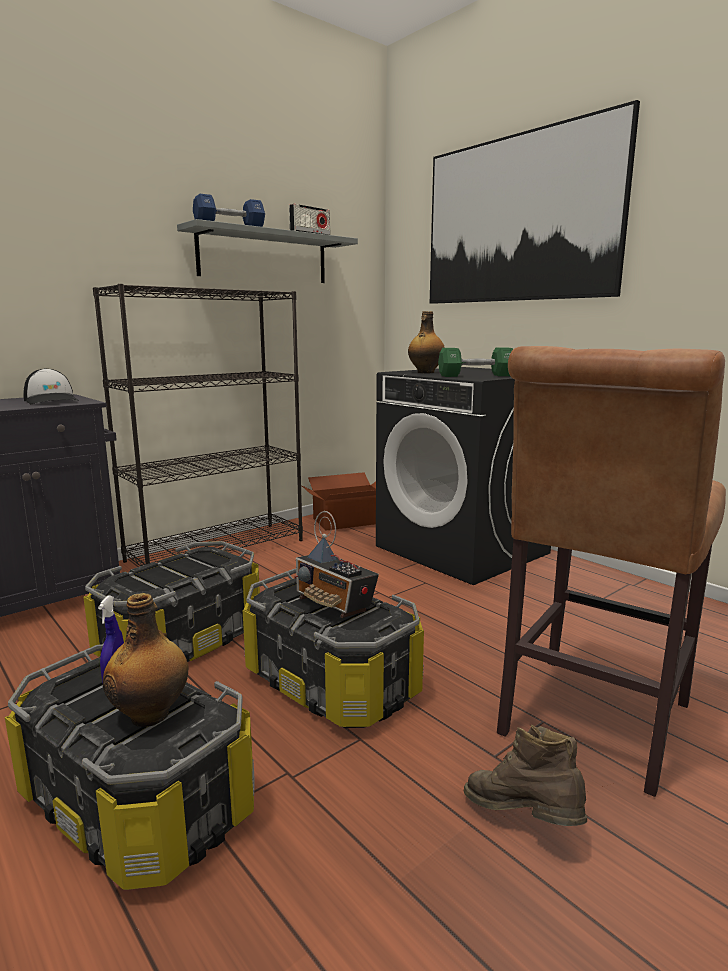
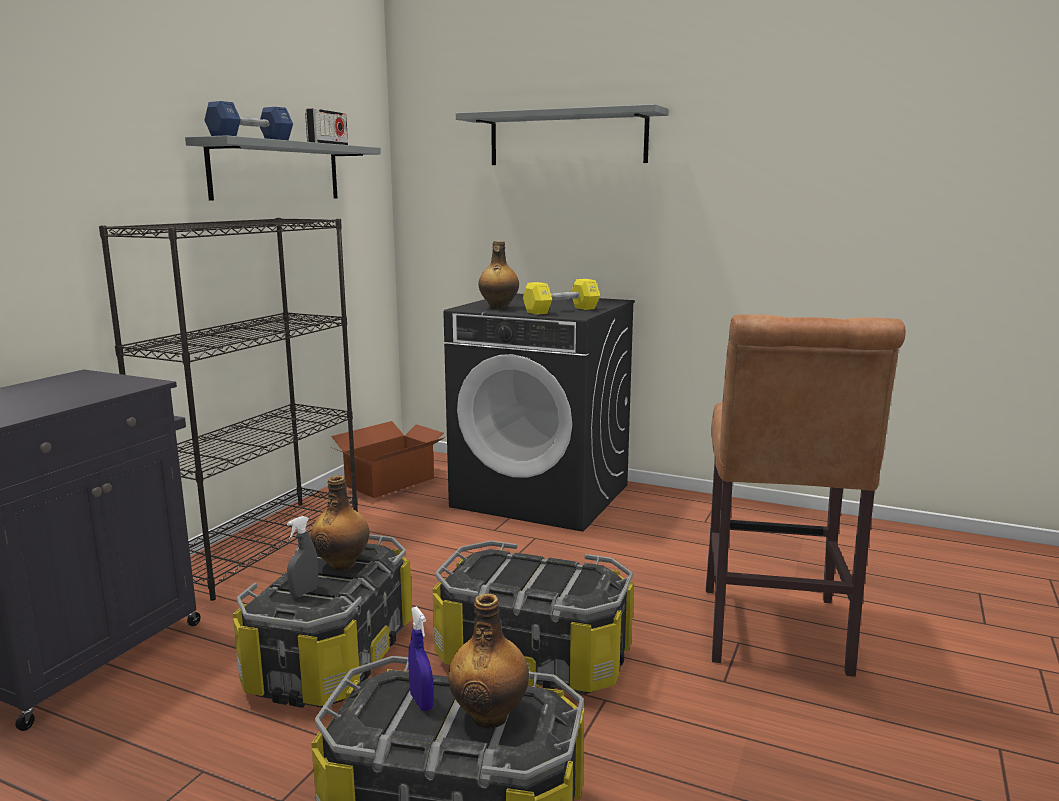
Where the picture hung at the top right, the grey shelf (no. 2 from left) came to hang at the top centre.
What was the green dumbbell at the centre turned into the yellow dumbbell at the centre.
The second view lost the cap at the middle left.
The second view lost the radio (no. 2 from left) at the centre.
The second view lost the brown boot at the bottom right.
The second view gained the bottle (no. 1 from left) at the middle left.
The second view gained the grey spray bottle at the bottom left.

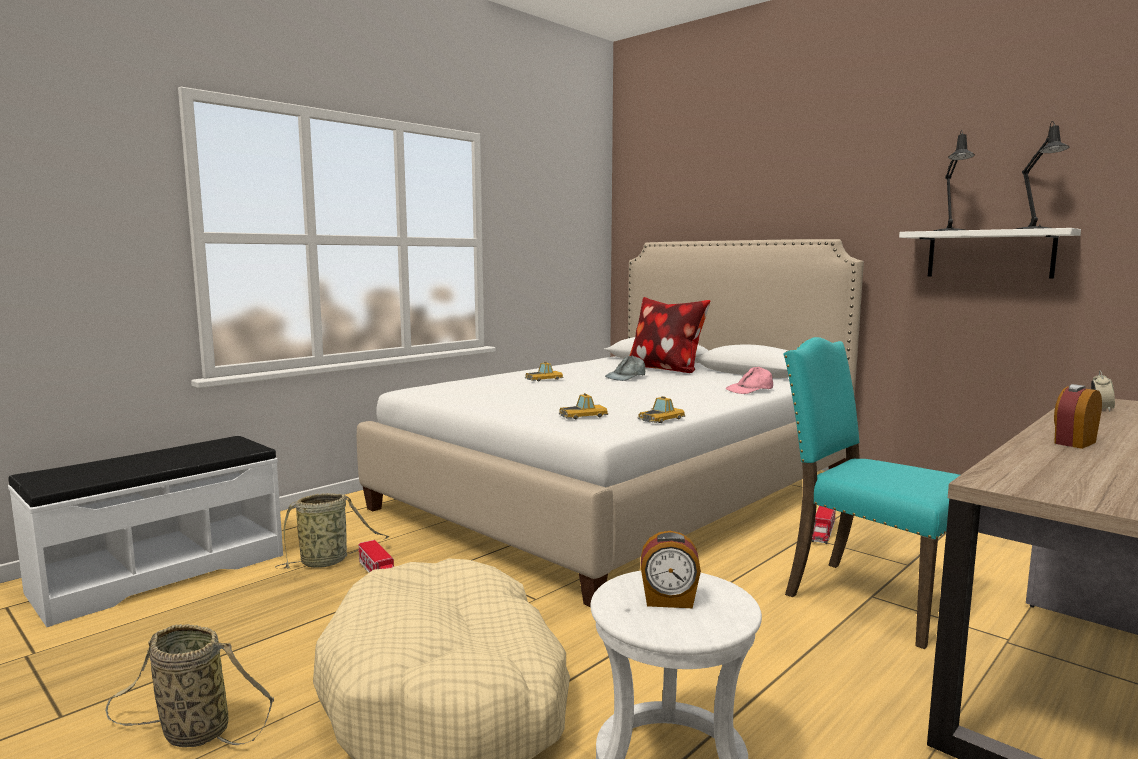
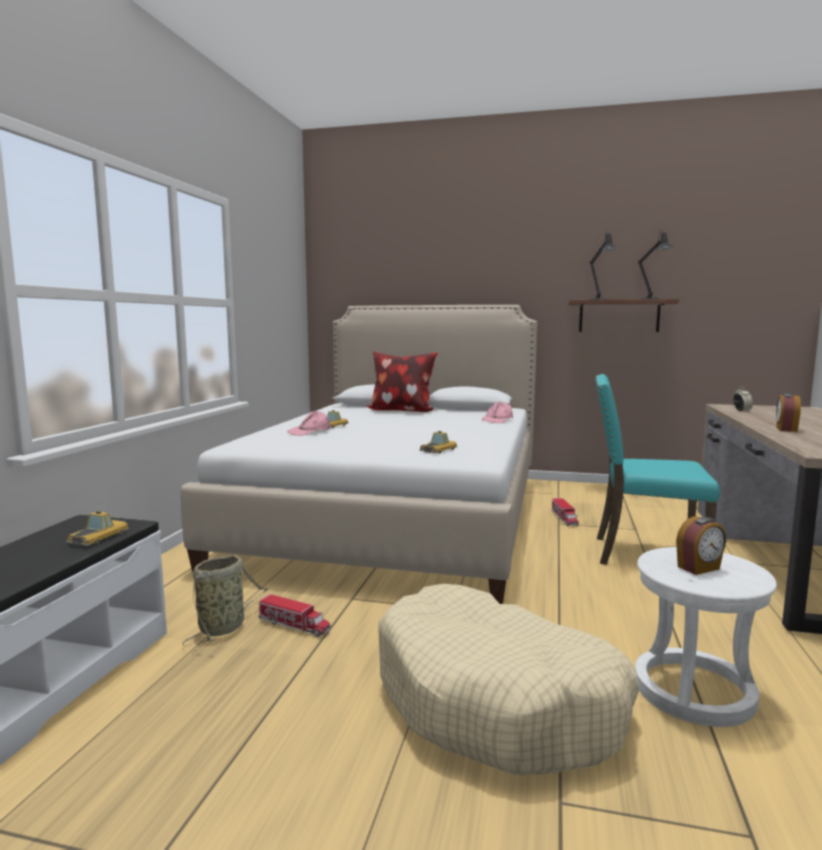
What was the white shelf at the middle right turned into the brown shelf at the middle right.
The second view lost the grey cap at the centre.
The toy car (no. 3 from left in the first image) ended up elsewhere, having gone from the centre to the middle left.
The second view lost the basket (no. 1 from left) at the bottom left.
The second view gained the pink cap (no. 1 from left) at the centre.

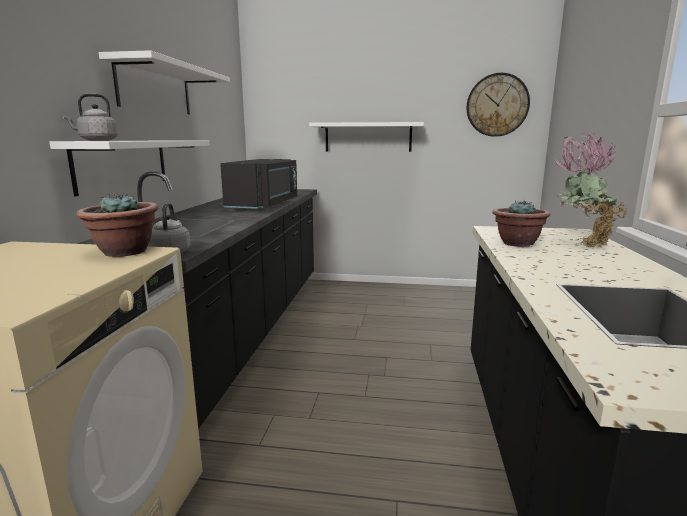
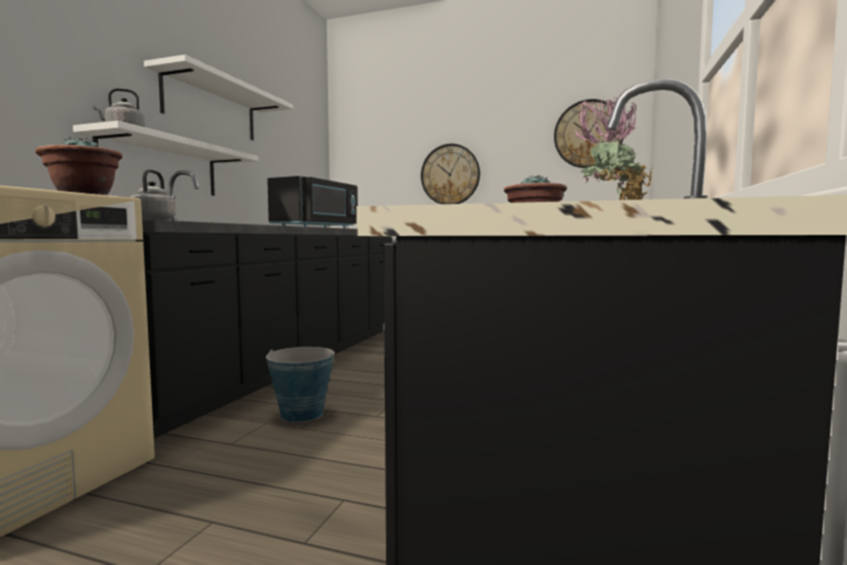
Where the white shelf (no. 3 from left) hung at the top centre, the wall clock (no. 1 from left) came to hang at the top centre.
The second view gained the bucket at the bottom centre.

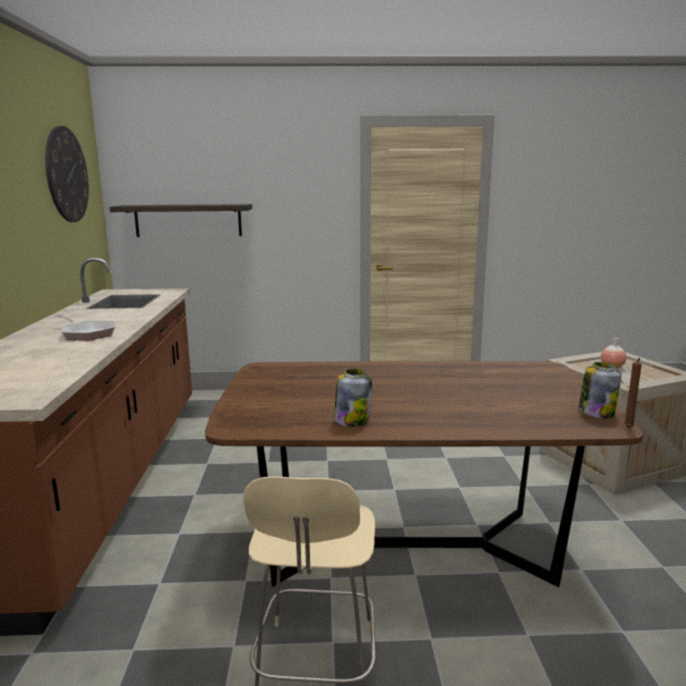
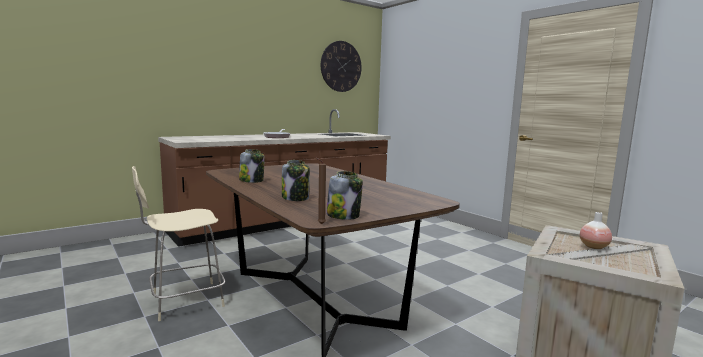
The second view lost the shelf at the top left.
The second view gained the jar (no. 2 from left) at the centre.

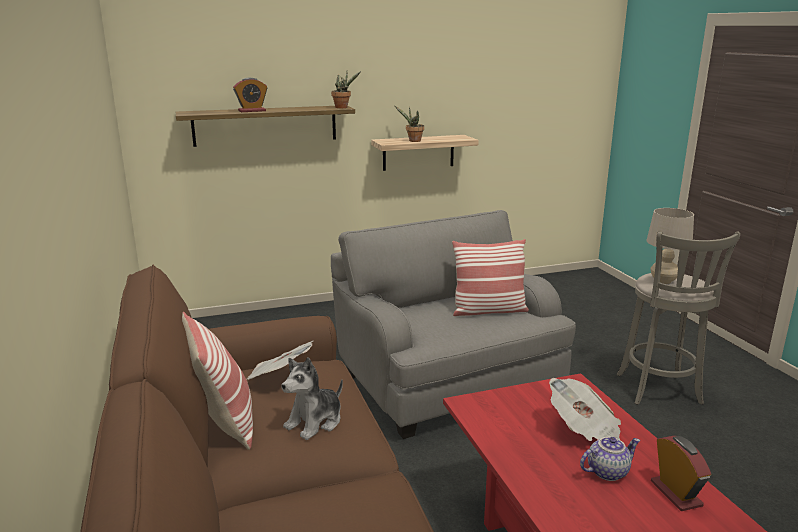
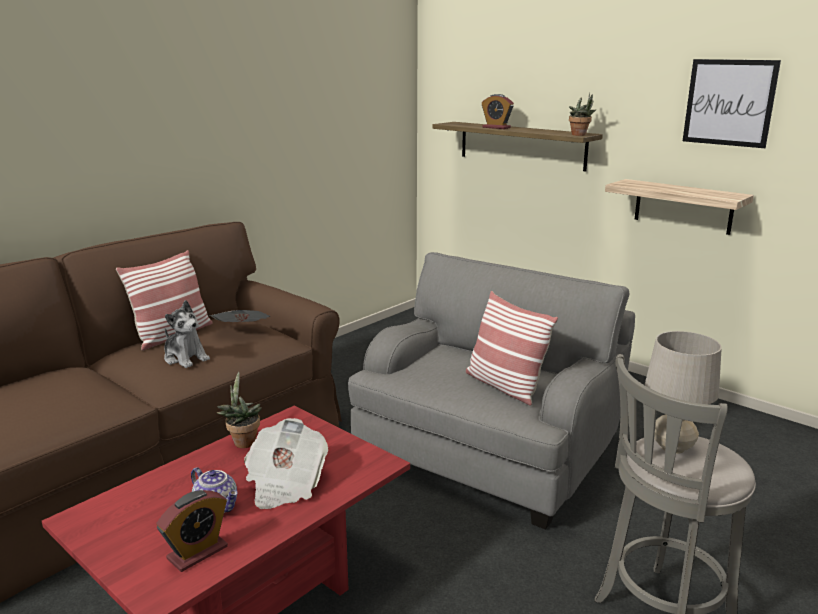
The potted plant (no. 2 from left in the first image) ended up elsewhere, having gone from the top centre to the bottom left.
The plush toy at the bottom centre ended up facing another way, 150 degrees counterclockwise from before.
The second view gained the picture at the top right.

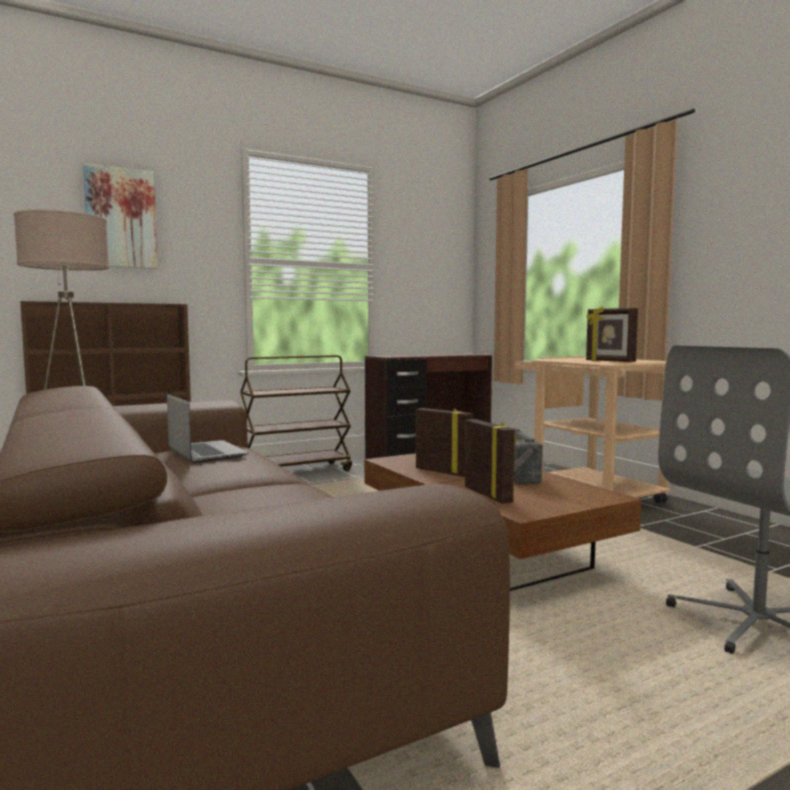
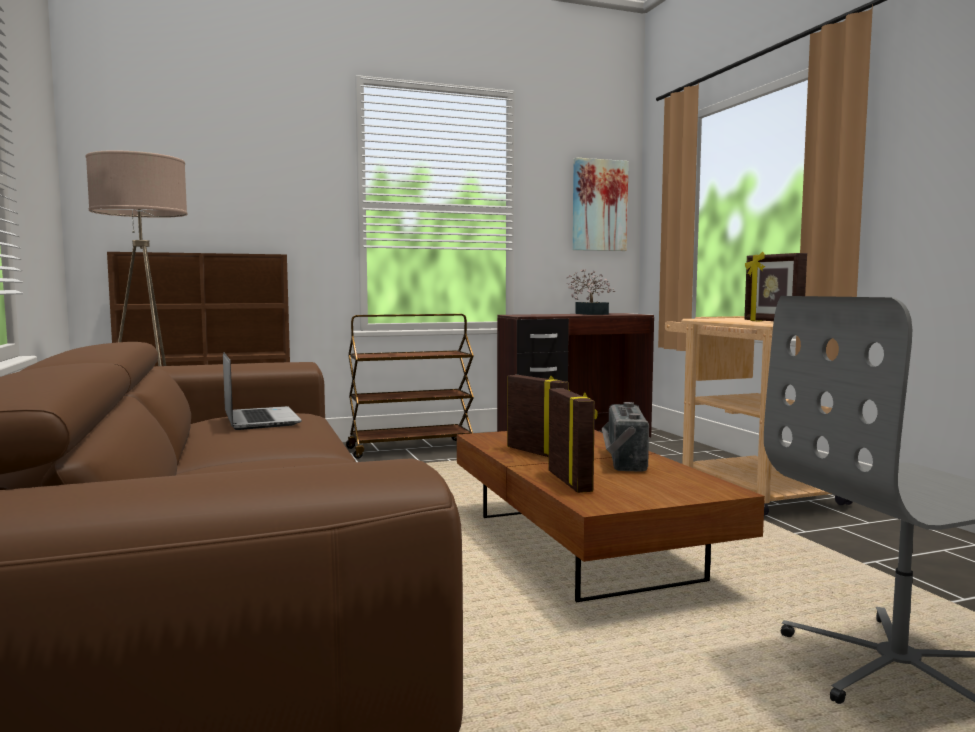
The picture ended up elsewhere, having gone from the top left to the top centre.
The second view gained the potted plant at the centre.

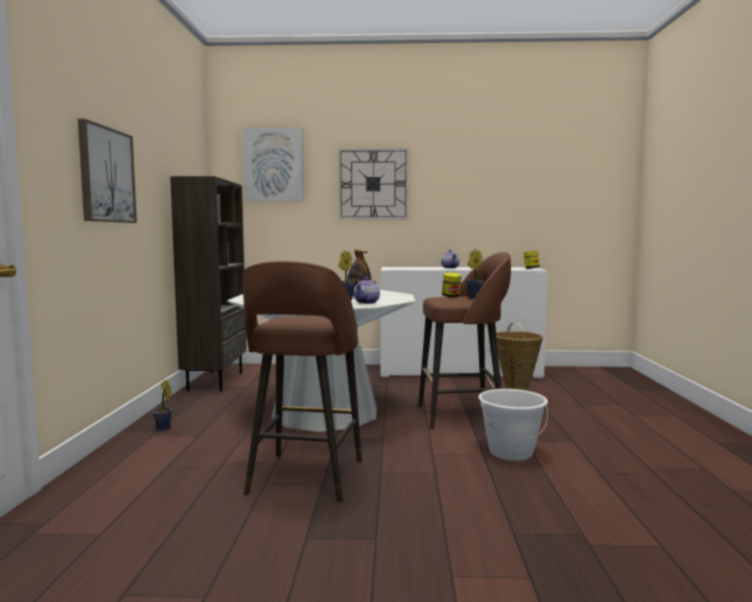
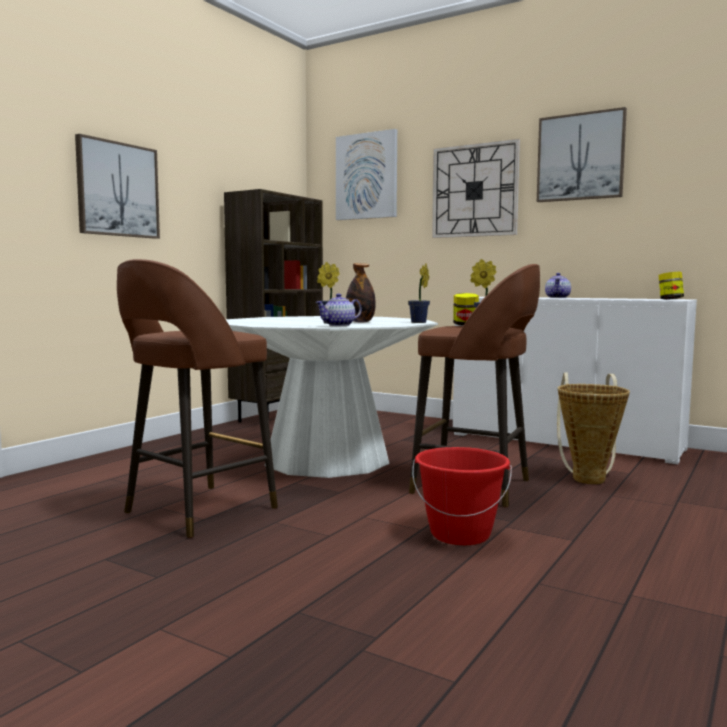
The potted plant (no. 1 from left in the first image) ended up elsewhere, having gone from the bottom left to the centre.
What was the white bucket at the bottom right turned into the red bucket at the bottom centre.
The second view gained the picture (no. 3 from left) at the top right.

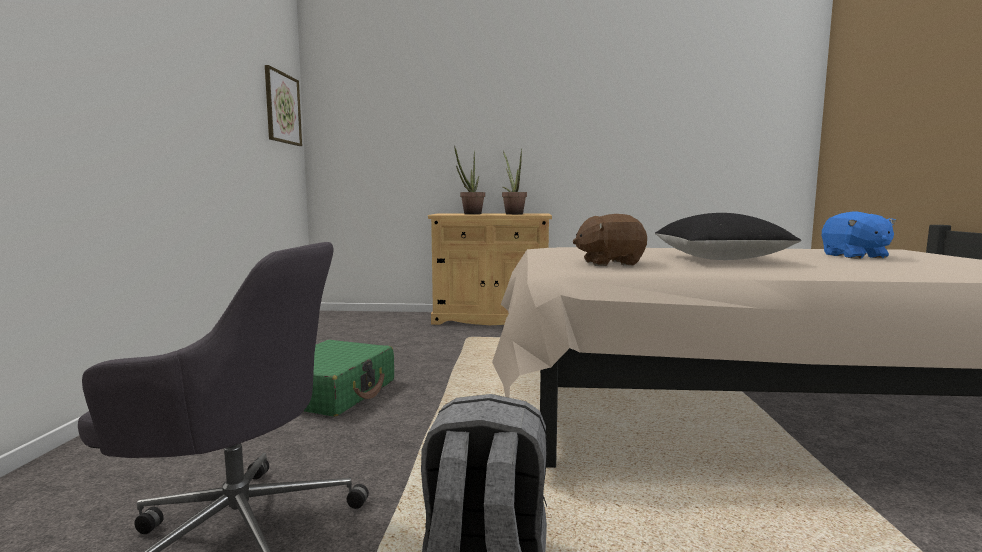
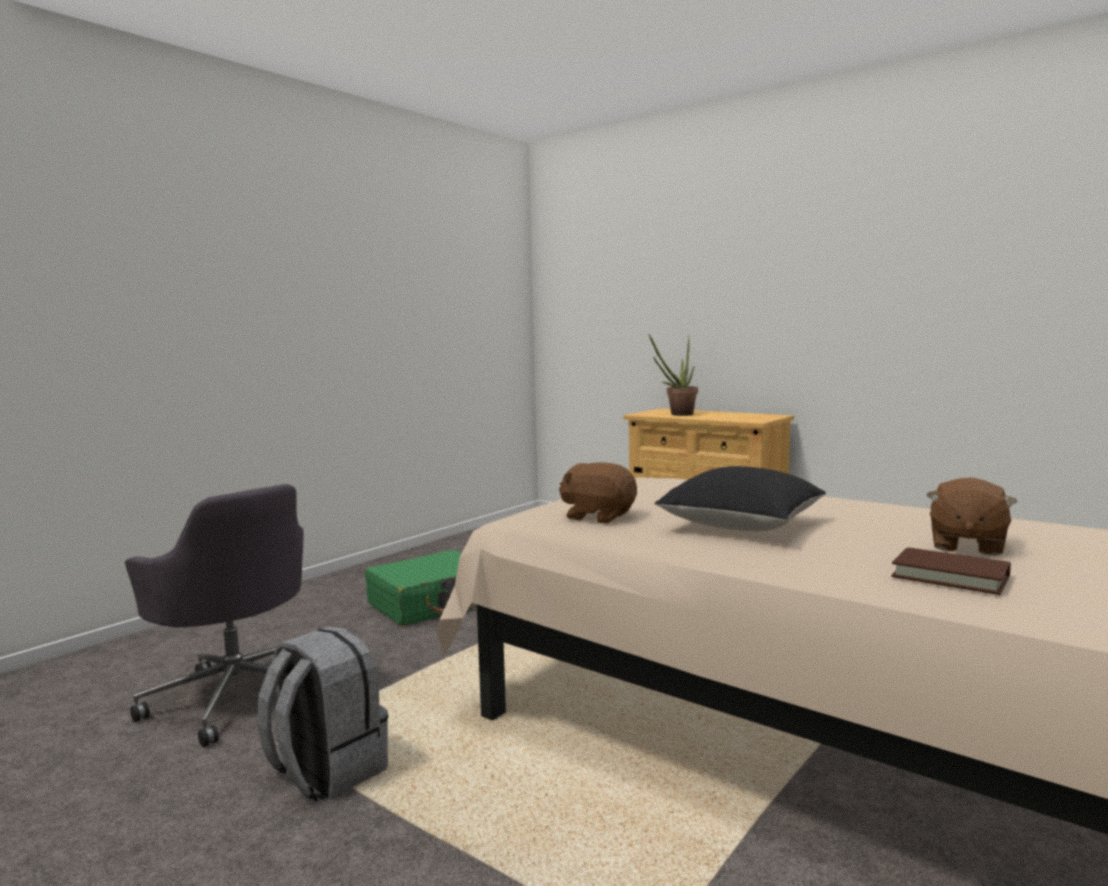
The second view lost the picture at the top left.
The second view lost the potted plant (no. 2 from left) at the top centre.
What was the blue plush toy at the middle right turned into the brown plush toy (no. 2 from left) at the middle right.
The second view gained the brown book at the middle right.

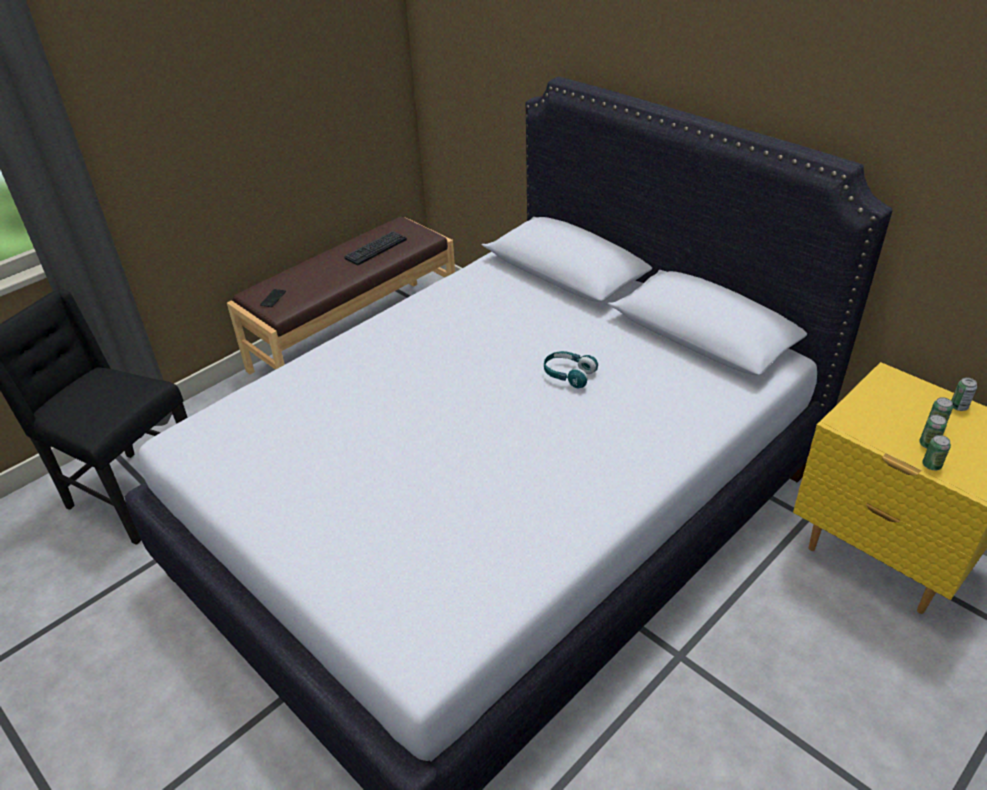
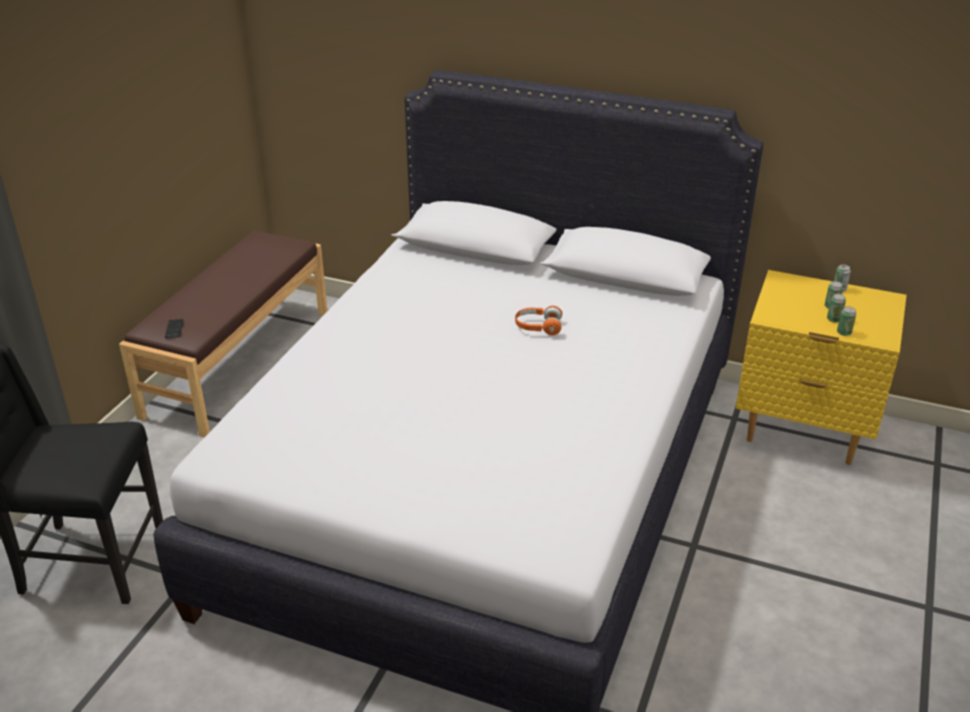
The second view lost the keyboard at the top centre.
What was the turquoise headphones at the centre turned into the orange headphones at the centre.

